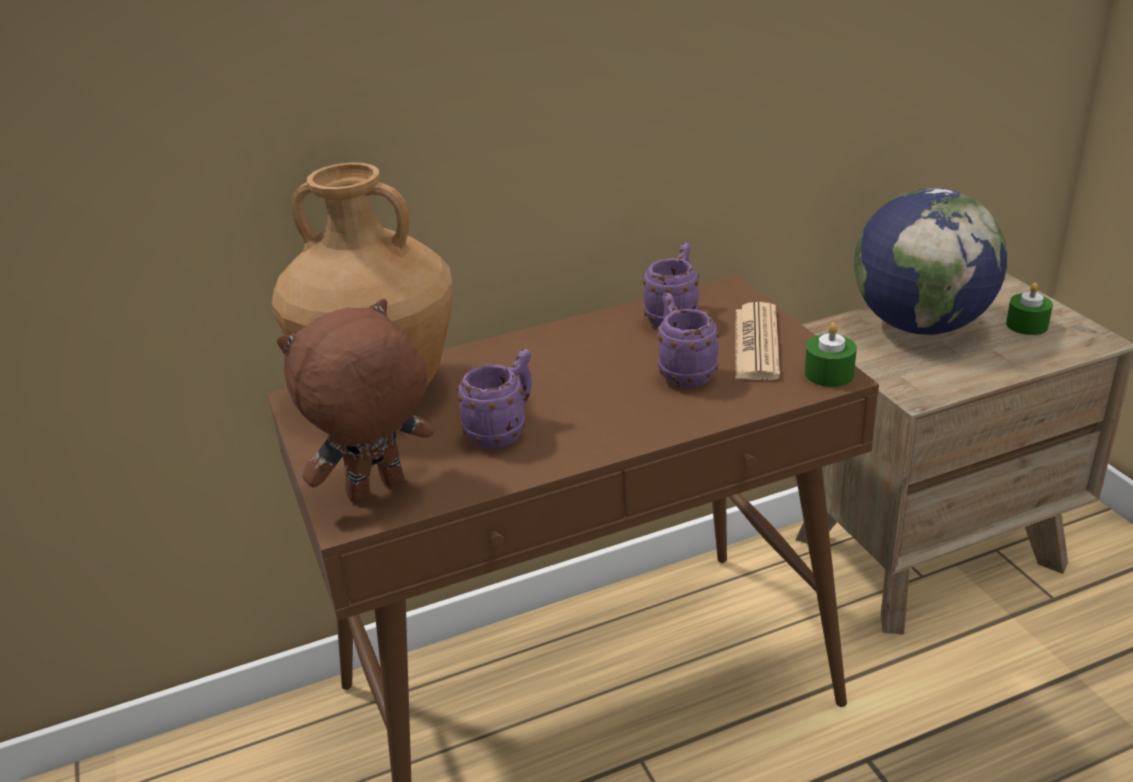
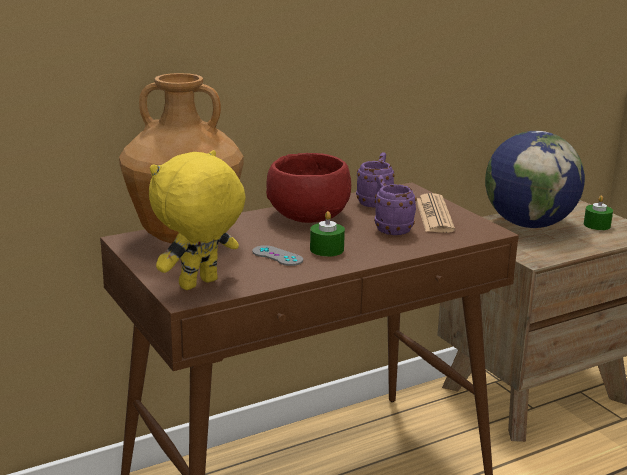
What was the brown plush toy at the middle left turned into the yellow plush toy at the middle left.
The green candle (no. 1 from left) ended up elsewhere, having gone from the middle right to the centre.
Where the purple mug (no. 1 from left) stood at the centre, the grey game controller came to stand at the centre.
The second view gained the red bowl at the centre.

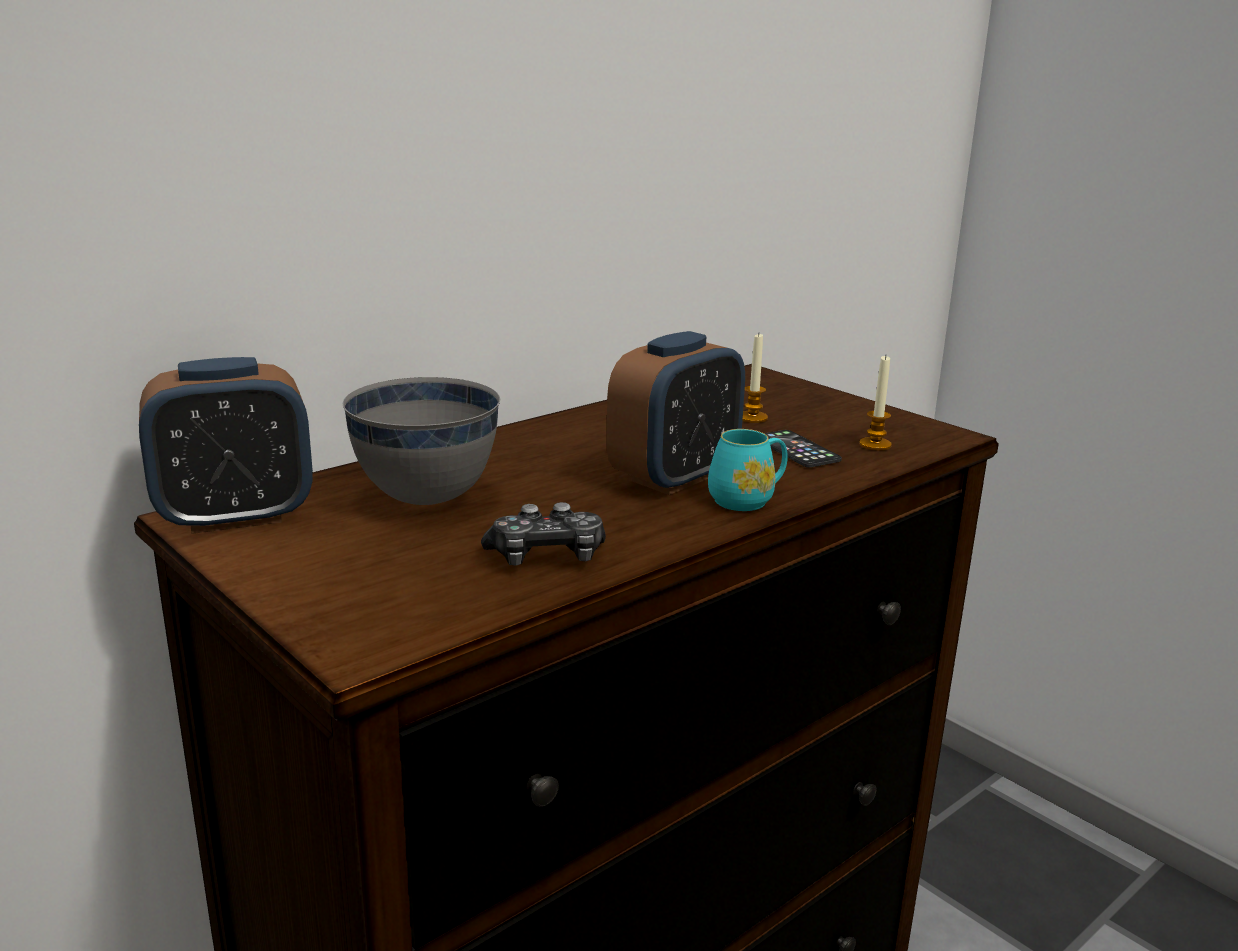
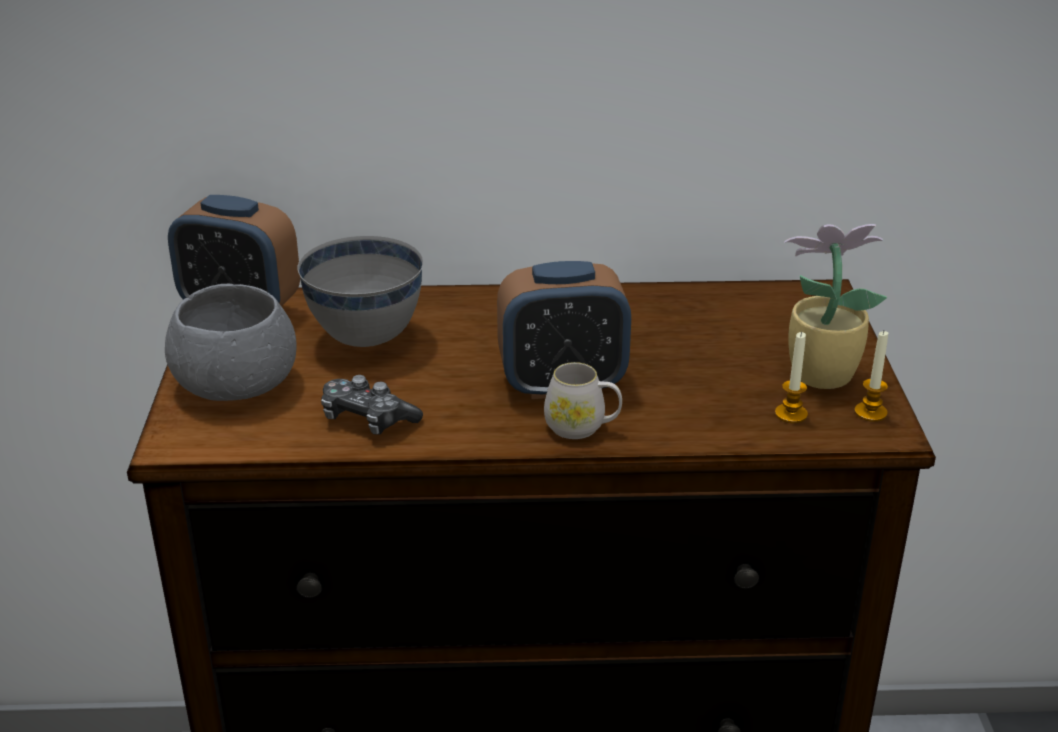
The candle (no. 1 from left in the first image) ended up elsewhere, having gone from the centre to the middle right.
What was the turquoise mug at the centre turned into the white mug at the centre.
The second view lost the phone at the centre.
The second view gained the potted plant at the middle right.
The second view gained the grey bowl (no. 1 from left) at the middle left.

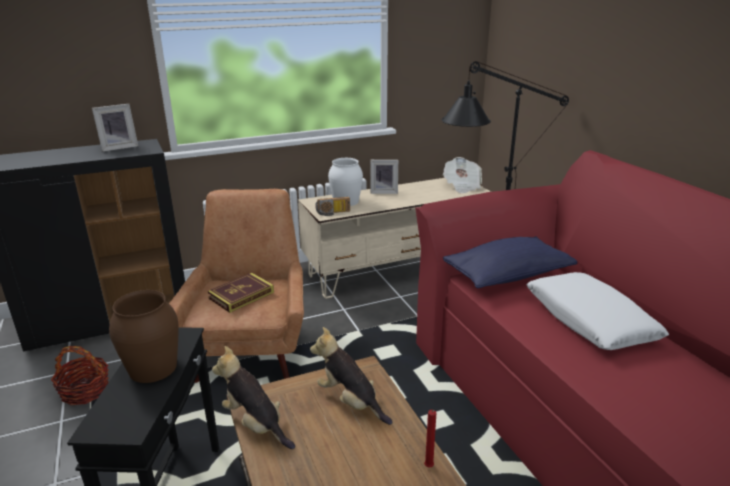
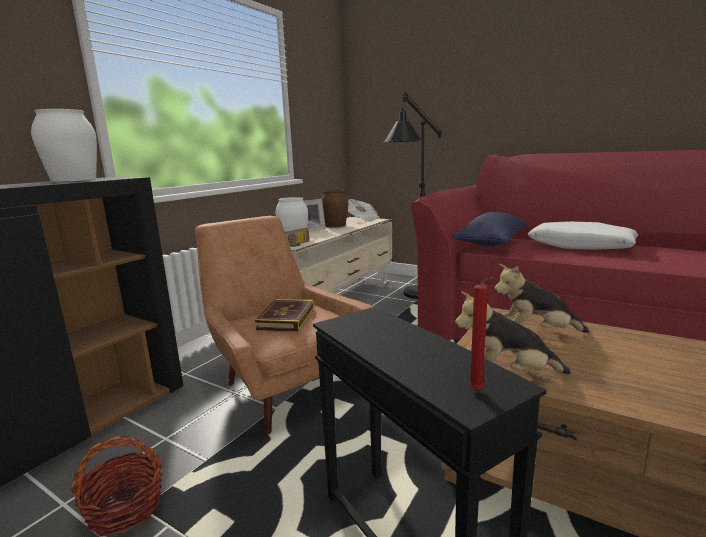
Where the picture frame (no. 1 from left) stood at the top left, the white vase (no. 1 from left) came to stand at the top left.
The brown vase ended up elsewhere, having gone from the bottom left to the centre.
The red candle ended up elsewhere, having gone from the bottom centre to the middle right.

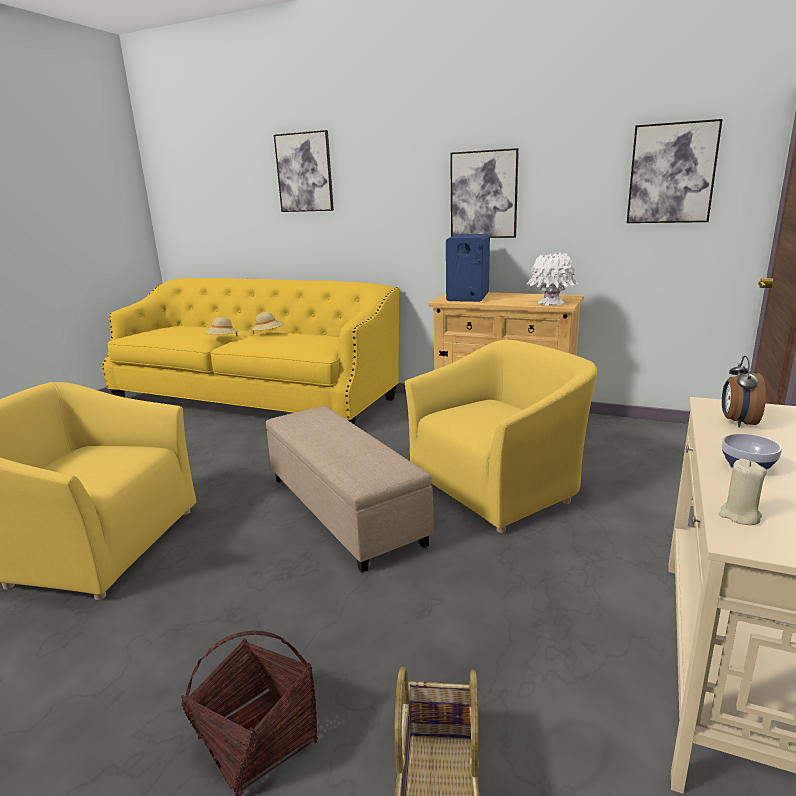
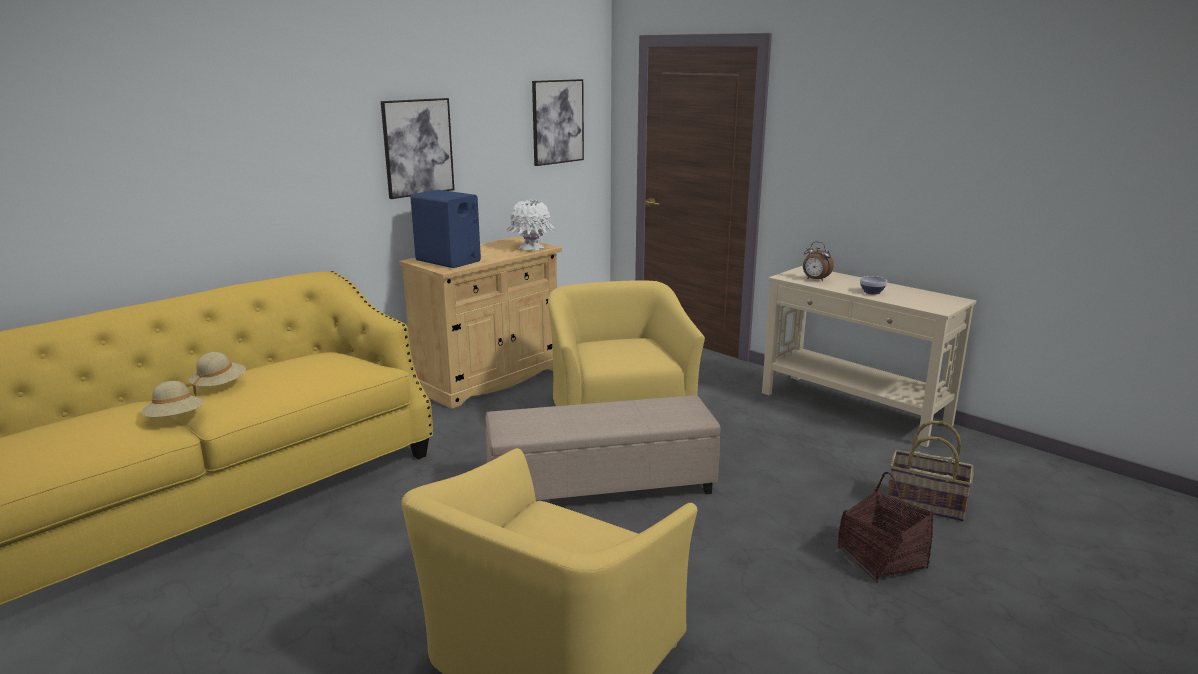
The second view lost the picture (no. 1 from left) at the top centre.
The second view lost the beige candle at the middle right.

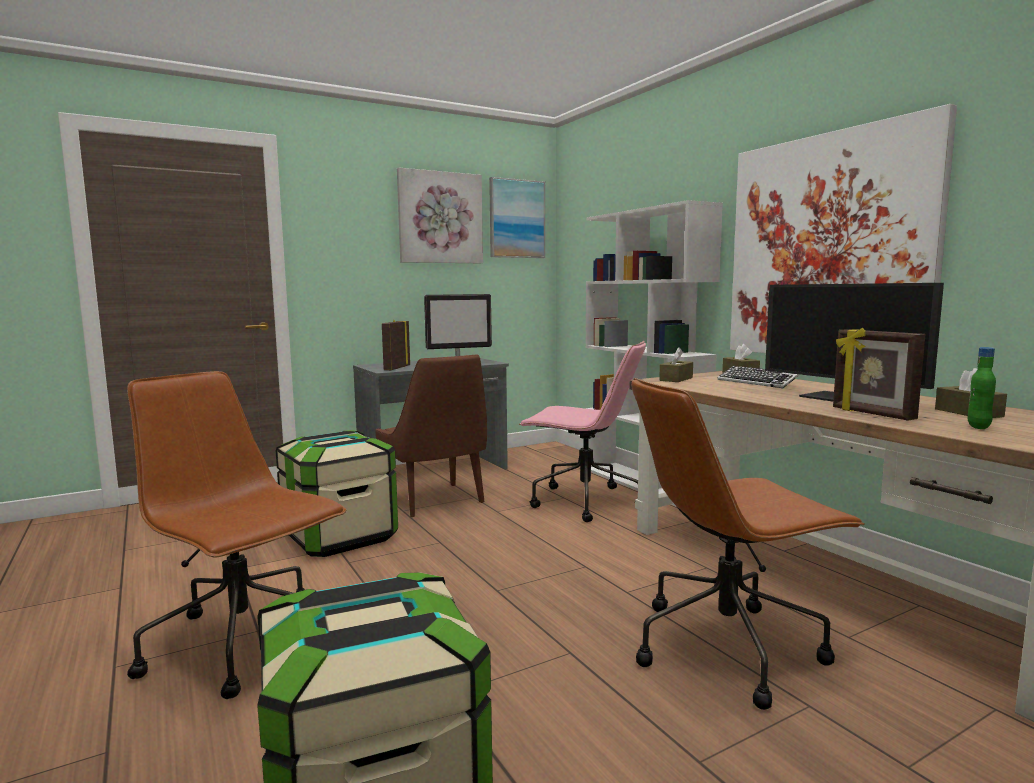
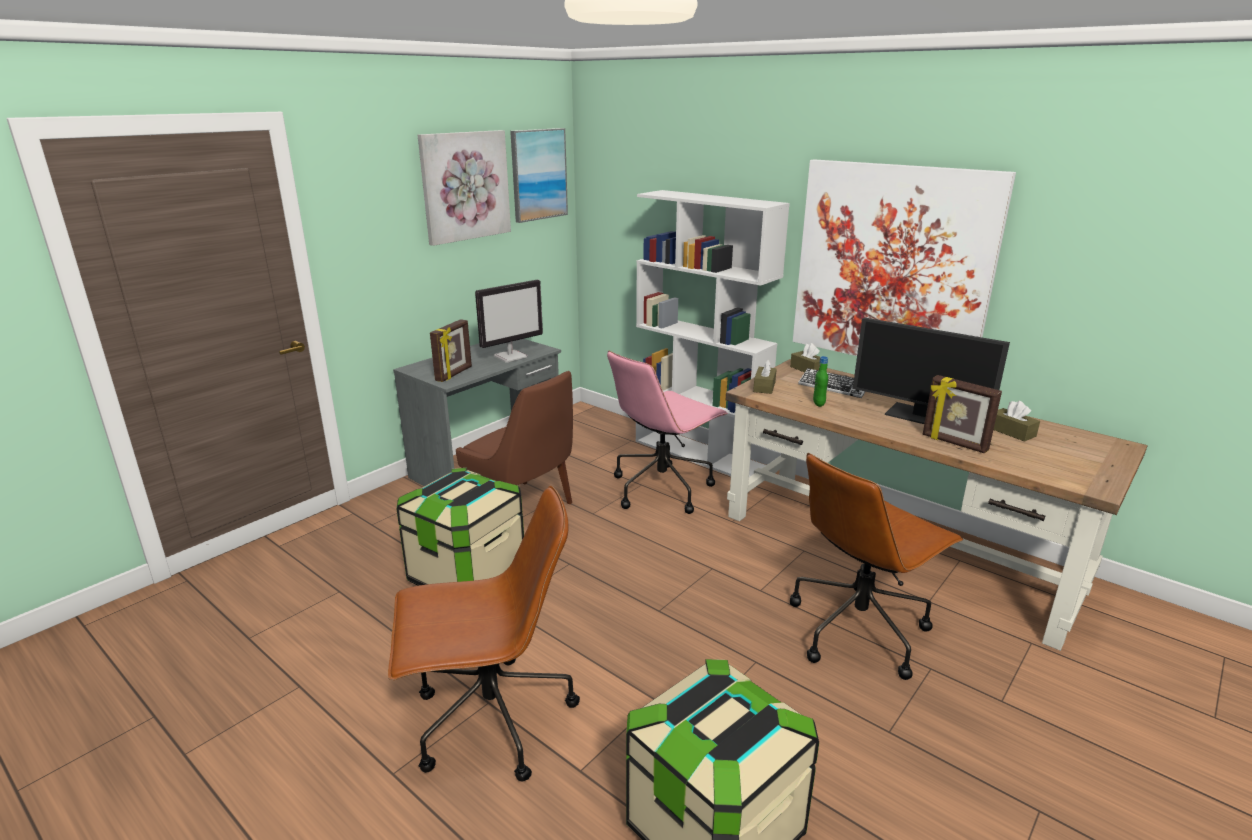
The picture frame (no. 1 from left) at the centre ended up facing another way, 150 degrees counterclockwise from before.
The pink office chair at the centre ended up facing another way, 135 degrees clockwise from before.
The green bottle ended up elsewhere, having gone from the middle right to the centre.
The brown office chair (no. 1 from left) at the bottom left ended up facing another way, 150 degrees clockwise from before.

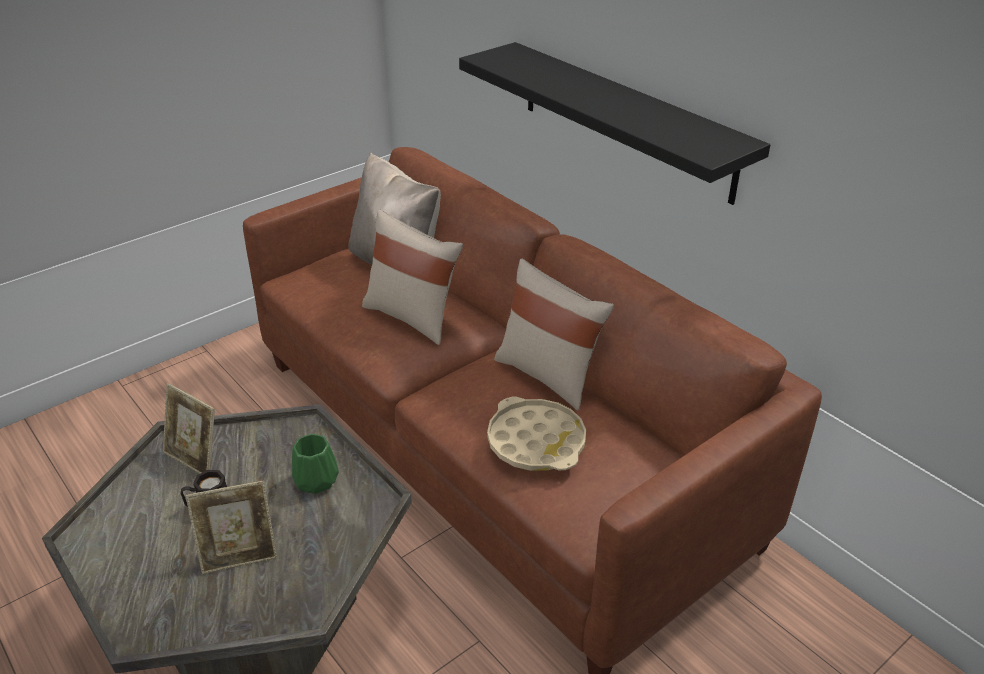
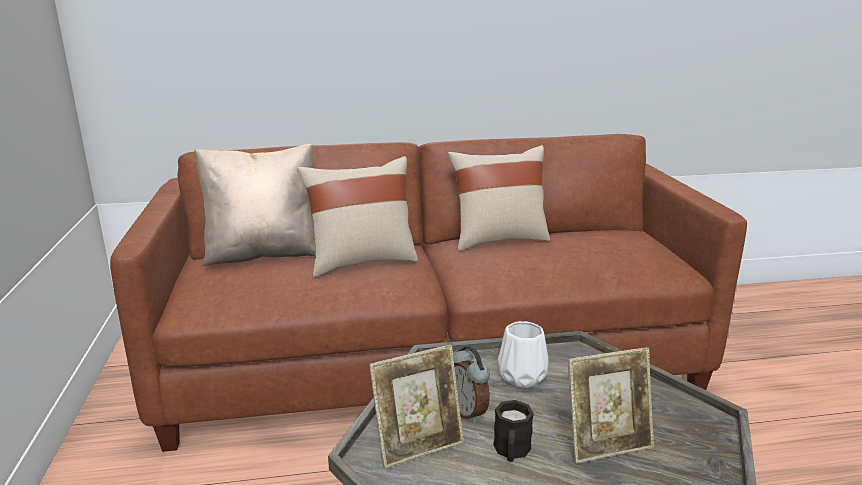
The second view lost the black shelf at the top centre.
The second view lost the beige tray at the centre.
What was the green vase at the bottom left turned into the white vase at the bottom centre.
The picture frame (no. 2 from left) at the bottom left ended up facing another way, 60 degrees clockwise from before.
The second view gained the alarm clock at the bottom centre.

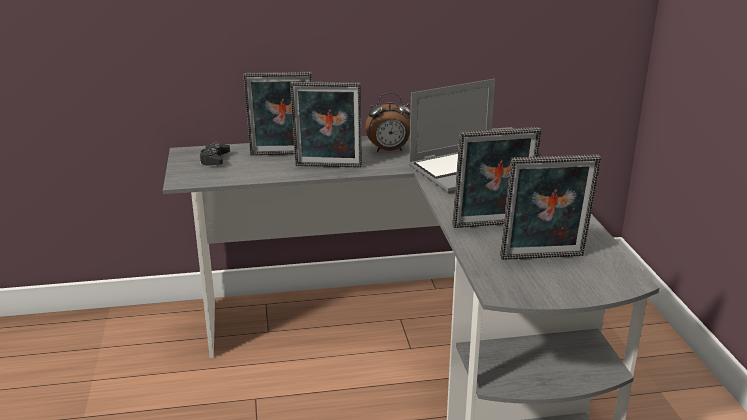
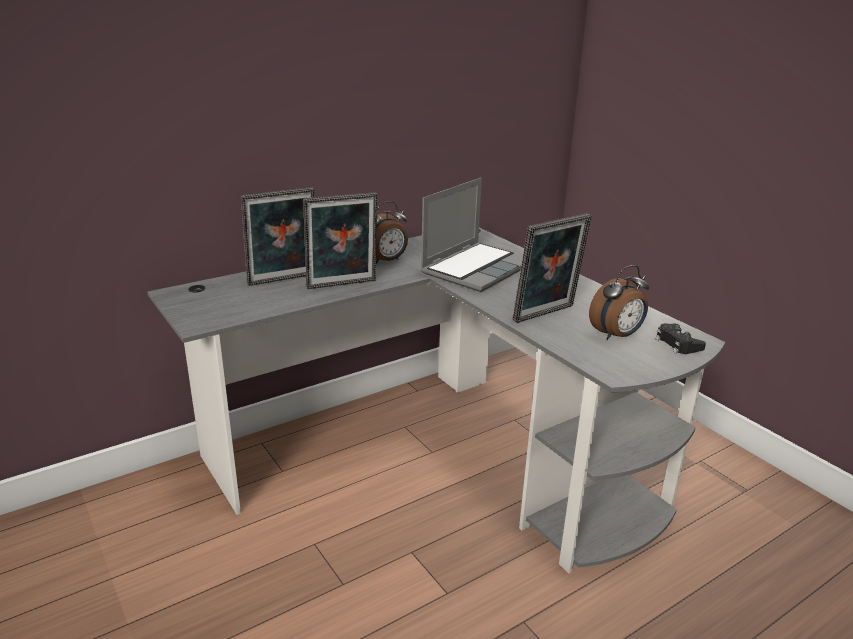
The black game controller ended up elsewhere, having gone from the middle left to the middle right.
Where the picture frame (no. 4 from left) stood at the middle right, the alarm clock (no. 2 from left) came to stand at the middle right.

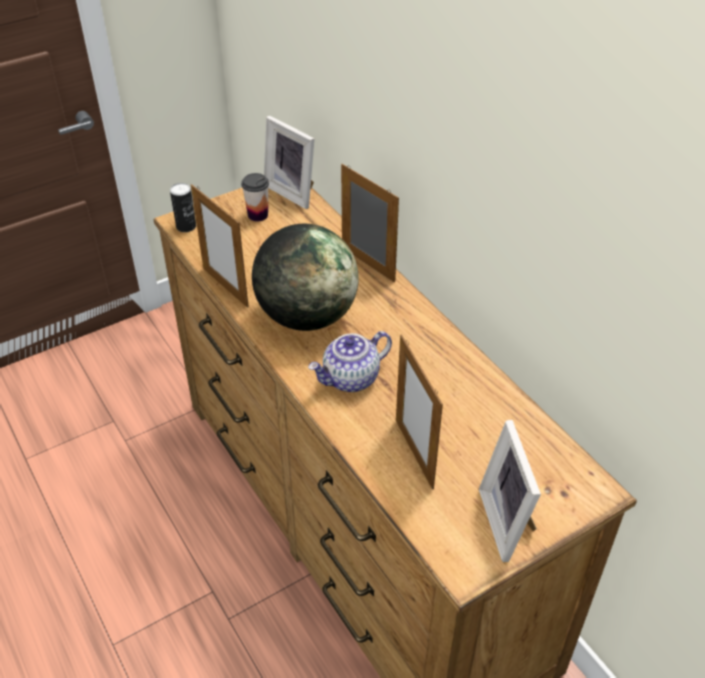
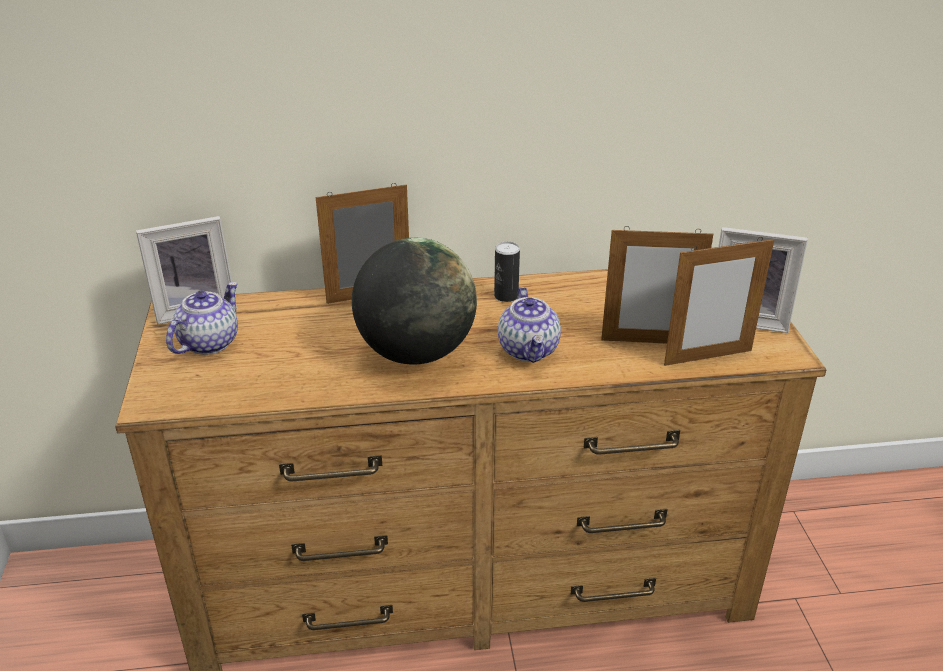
Where the cup stood at the top centre, the teapot (no. 1 from left) came to stand at the middle left.
The can ended up elsewhere, having gone from the top left to the centre.
The picture frame (no. 1 from left in the first image) ended up elsewhere, having gone from the middle left to the middle right.

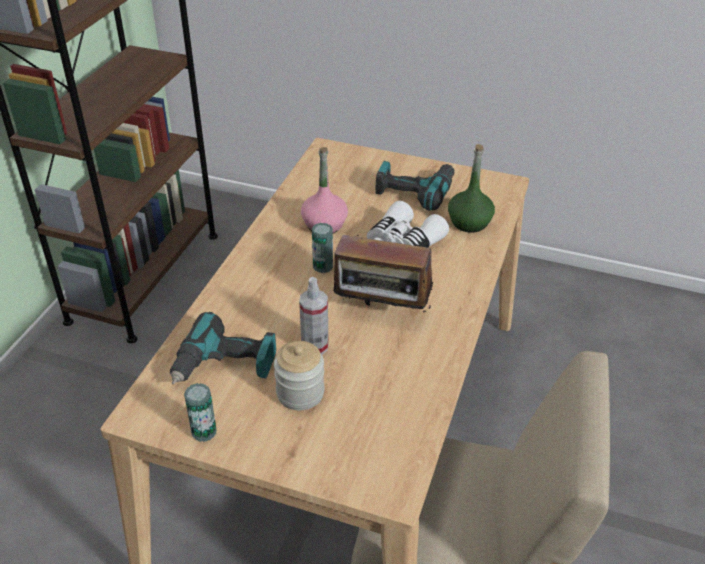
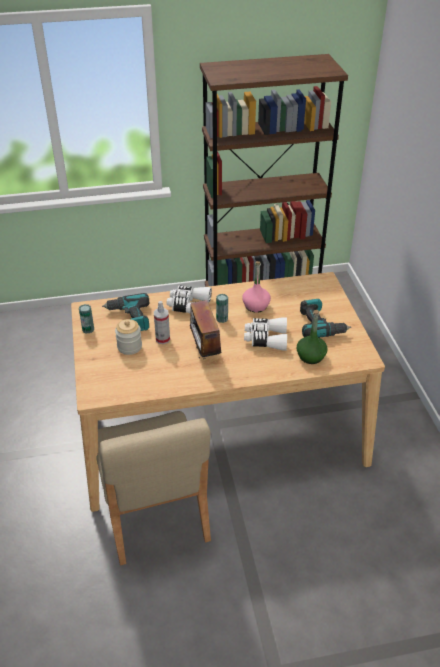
The second view gained the white binoculars (no. 1 from left) at the centre.

